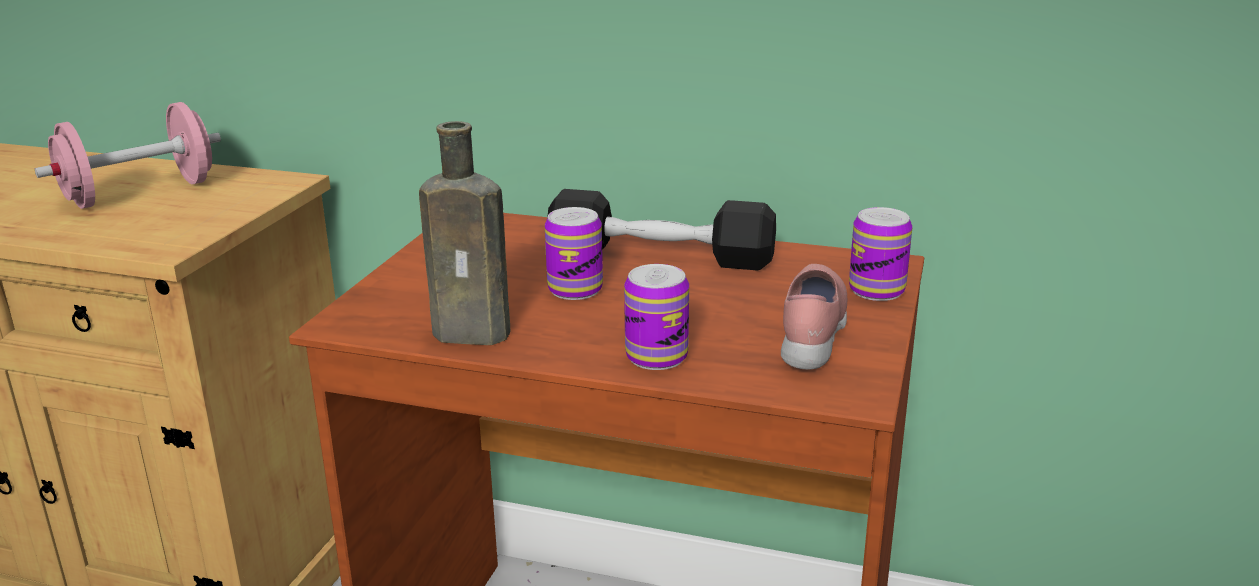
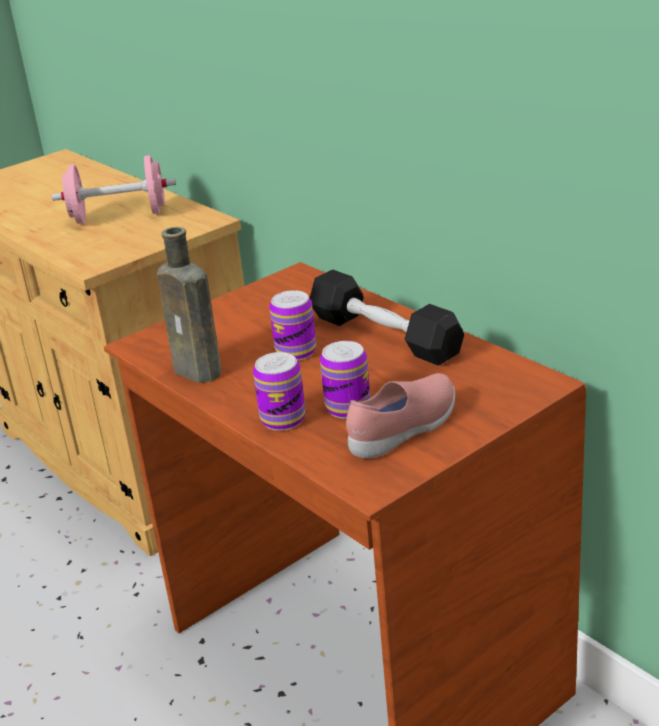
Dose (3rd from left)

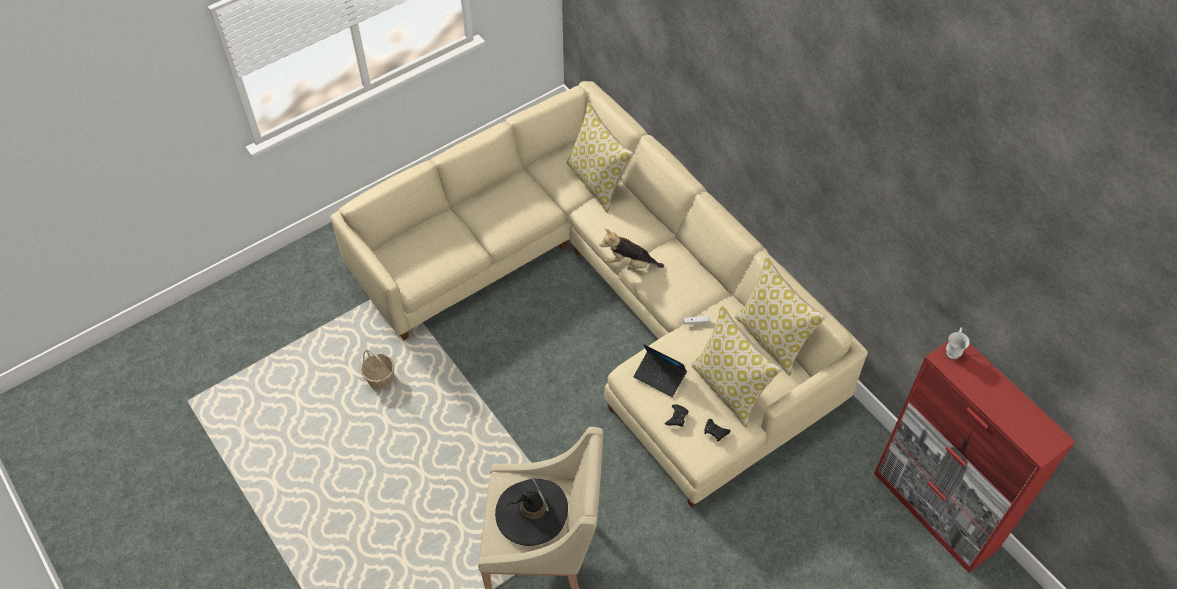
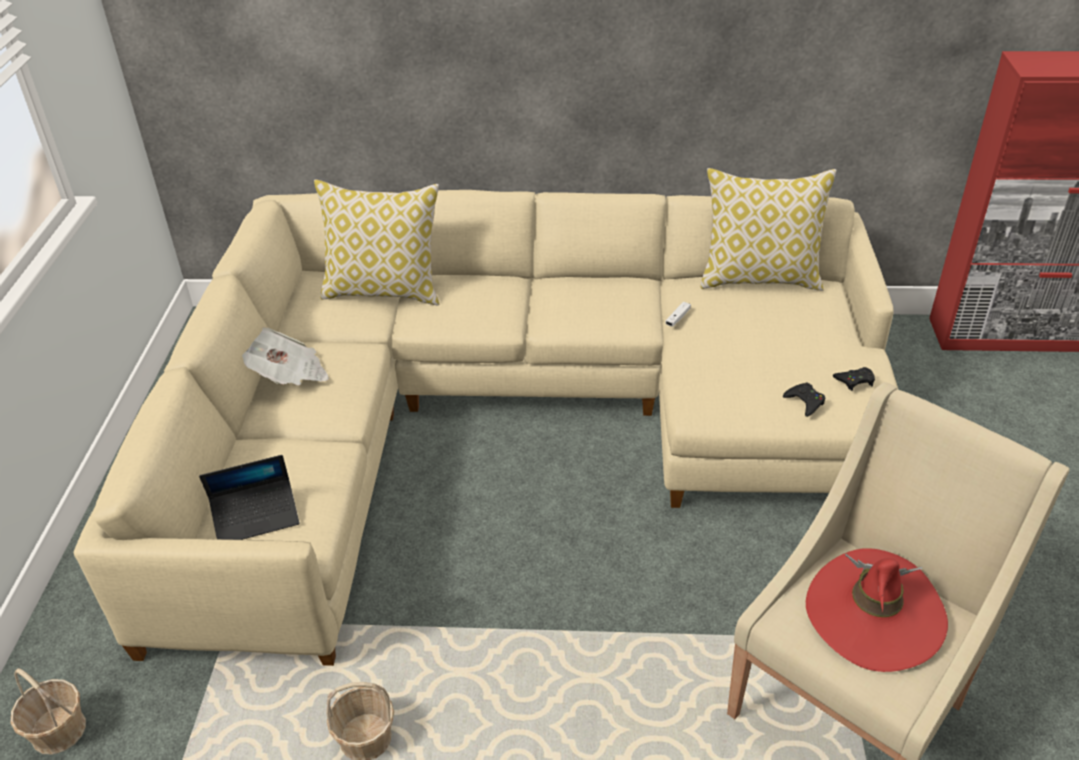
Hut/rot
Plüschtier
Laptop
Kissen (2nd from left in the first image)
Henkelbecher/weiß
Korb (1st from left)
Zeitung

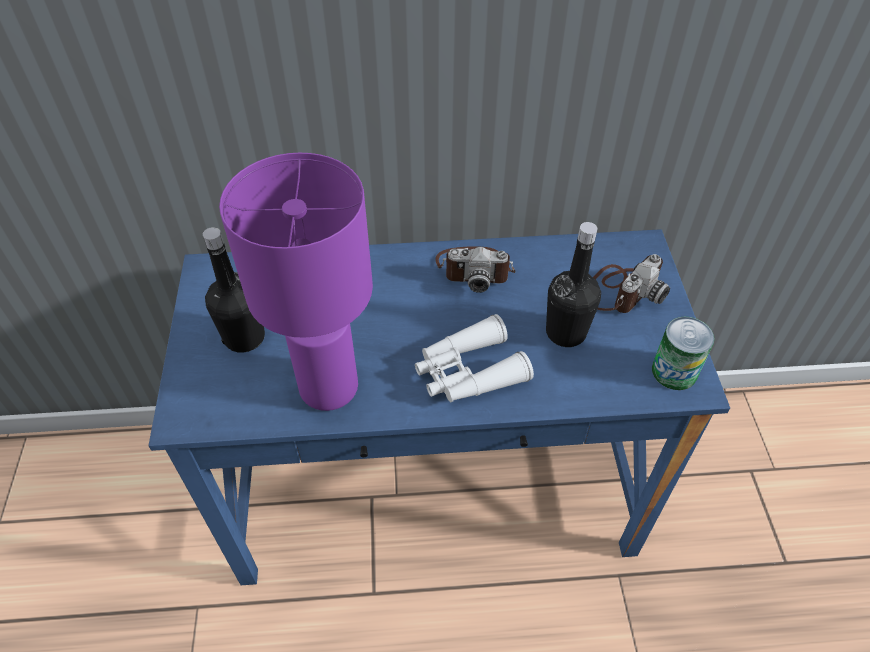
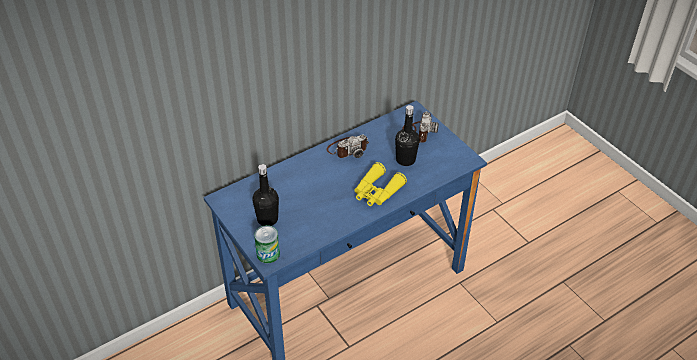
Tischlampe/lila
Fernglas/gelb
Dose

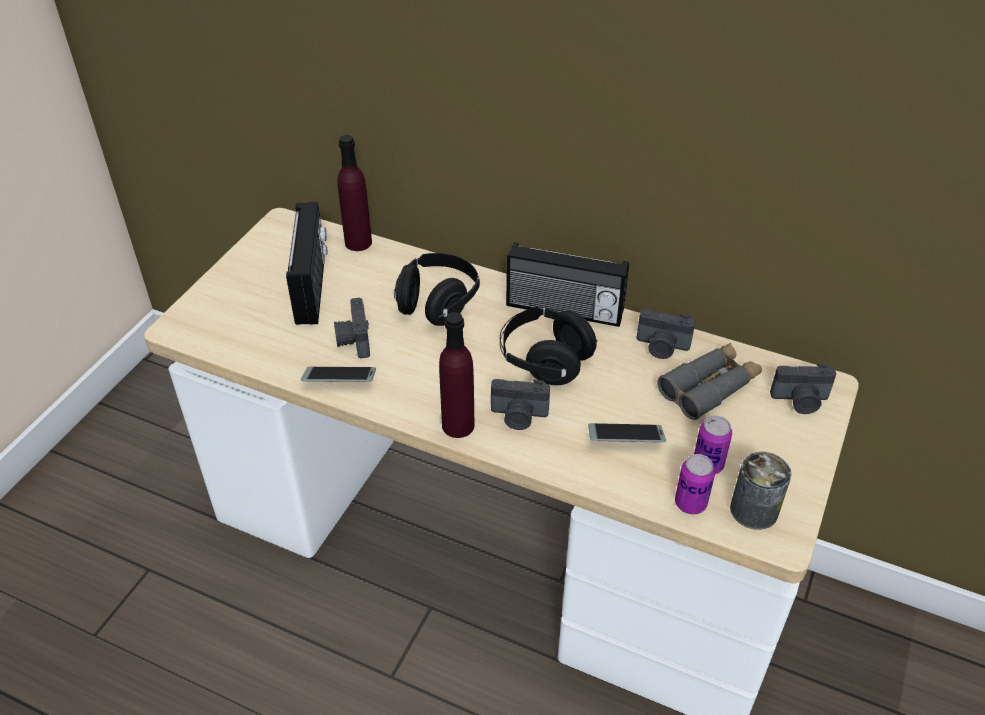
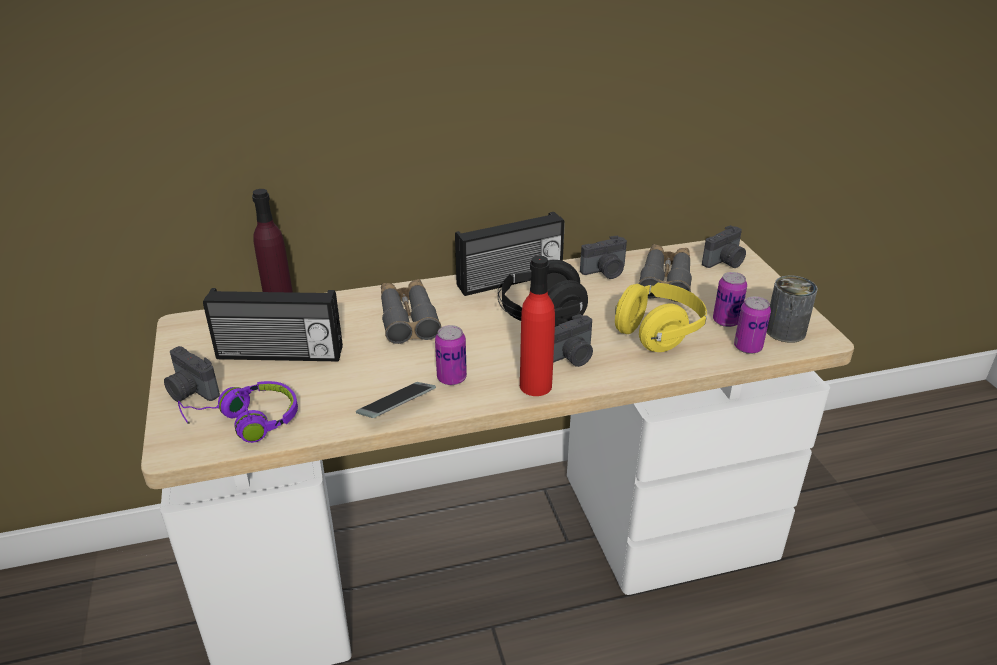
Radio (1st from left)
Kamera (1st from left)
Fernglas/grau (1st from left)
Flasche/rot
Kopfhörer/gelb
Kopfhörer/lila
Dose (1st from left)

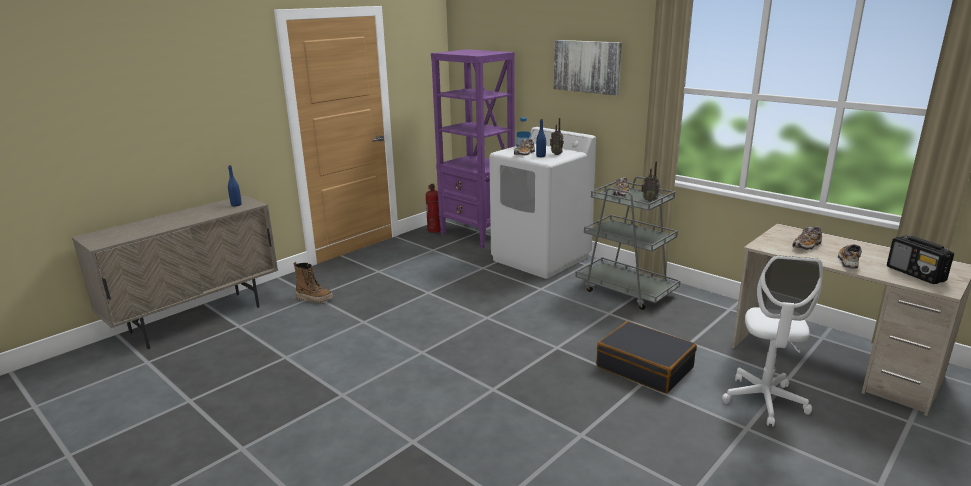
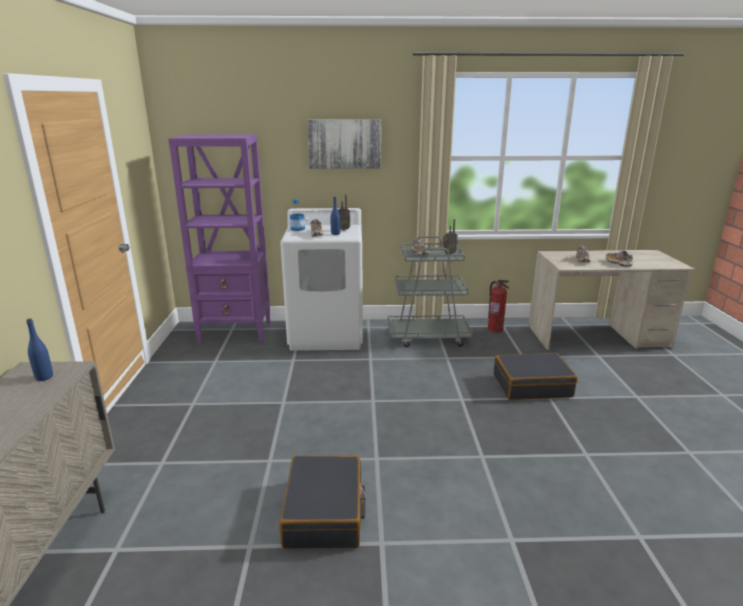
Stiefel
Feuerlöscher
Bürostuhl/weiß
Radio (3rd from left in the first image)
Koffer/schwarz (1st from left)

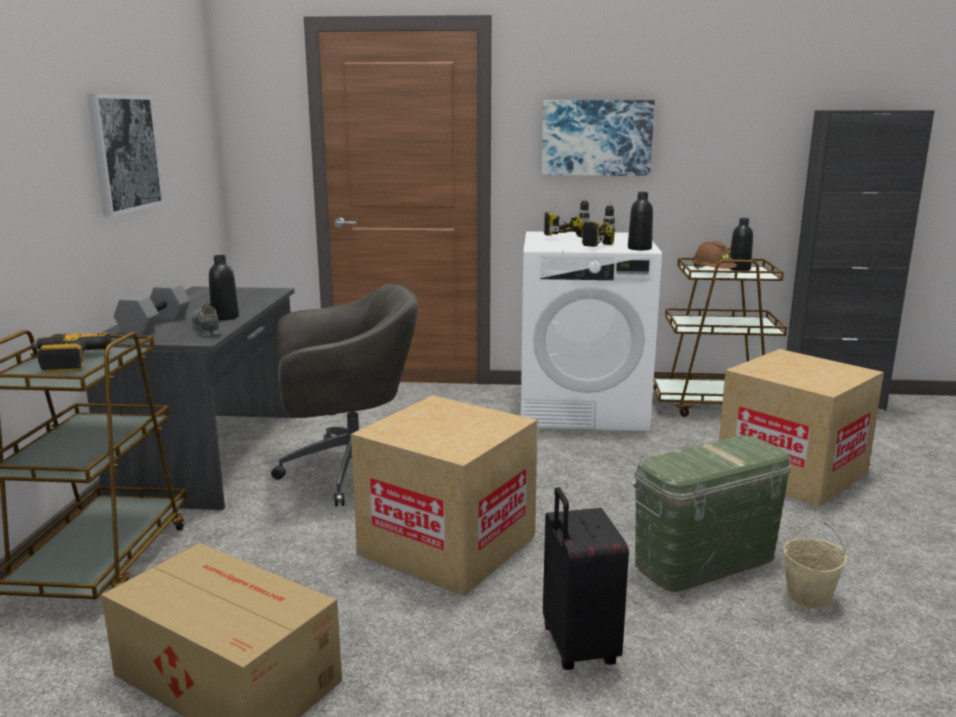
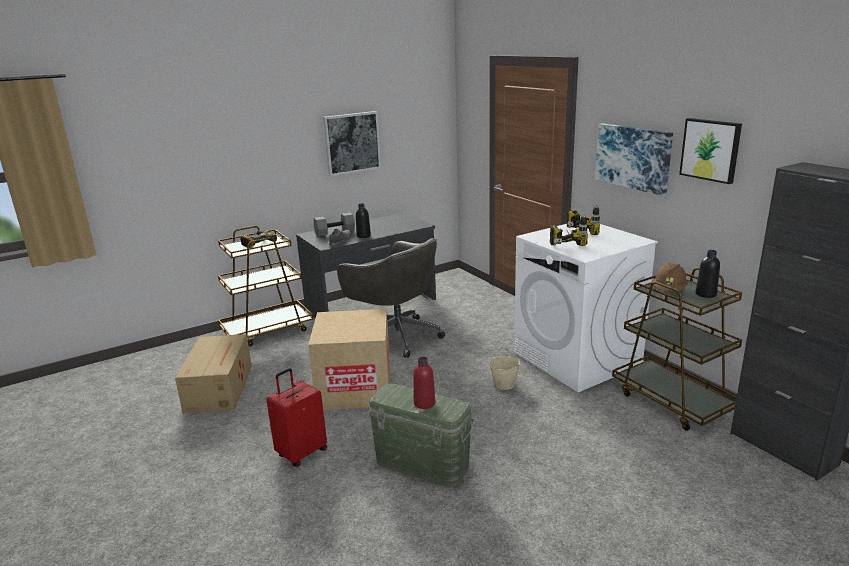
Koffer/rot
Flasche/schwarz (2nd from left in the first image)
Karton (3rd from left in the first image)
Eimer/beige
Flasche/rot
Bild (3rd from left)

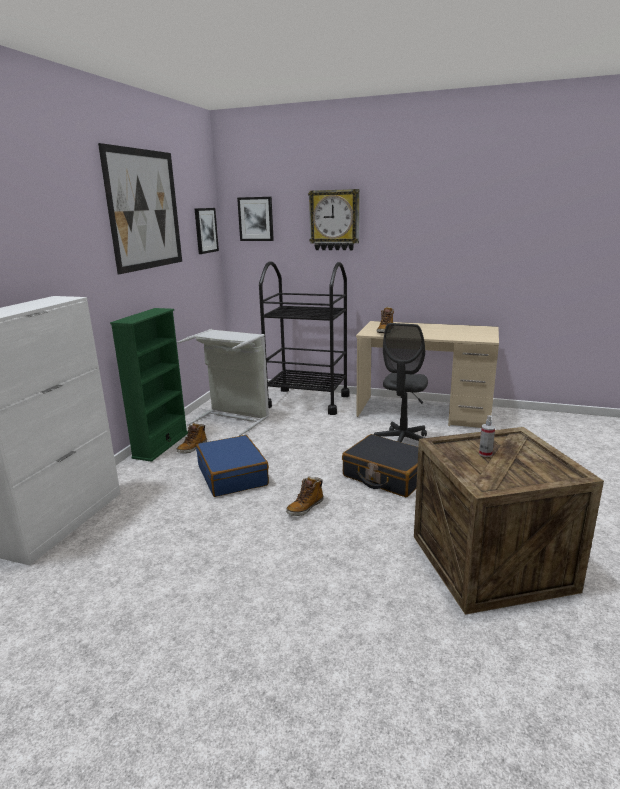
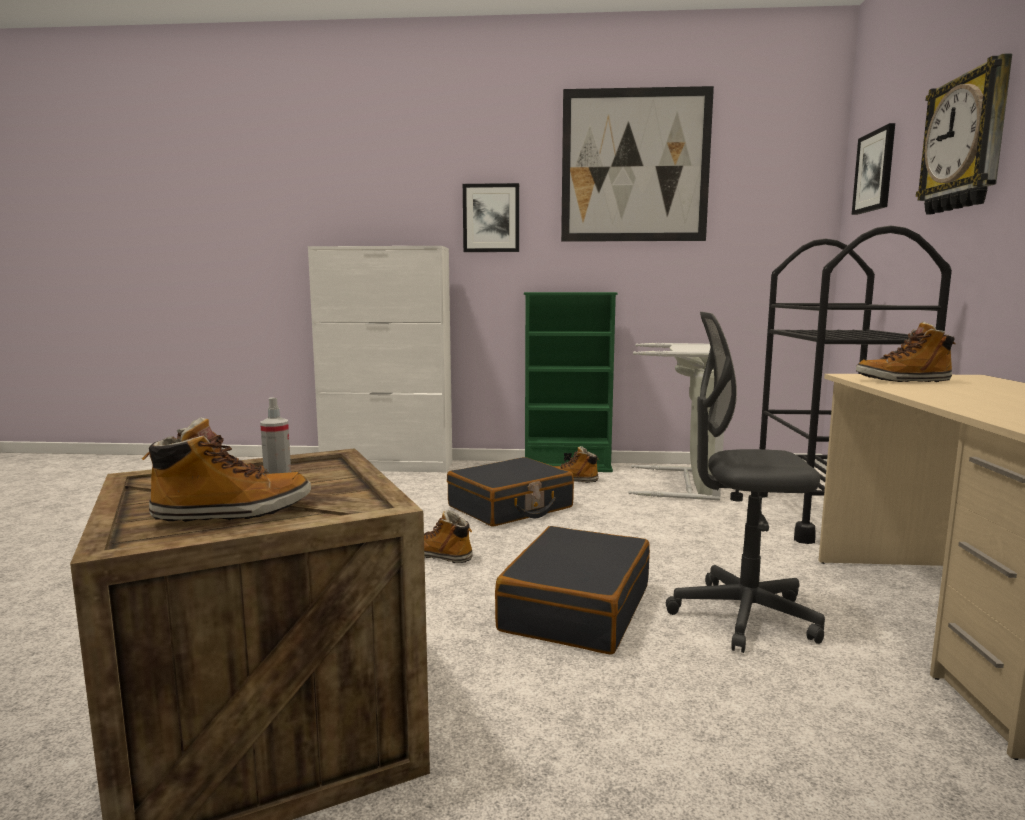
Bild (1st from left)
Koffer/schwarz (1st from left)
Stiefel (1st from left)

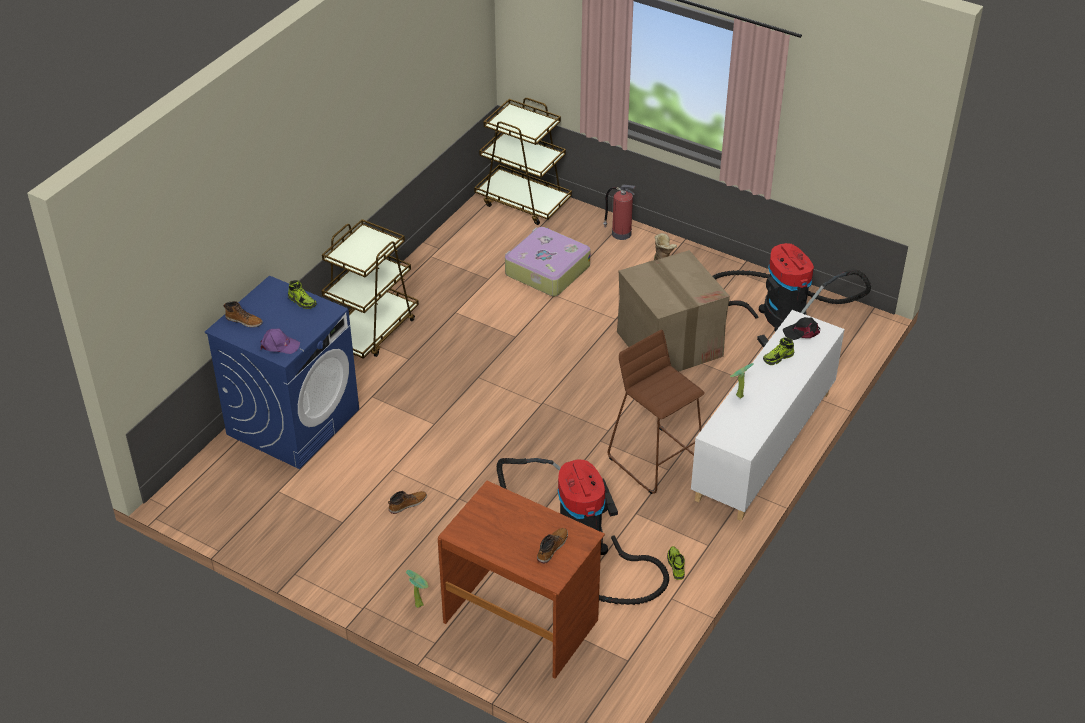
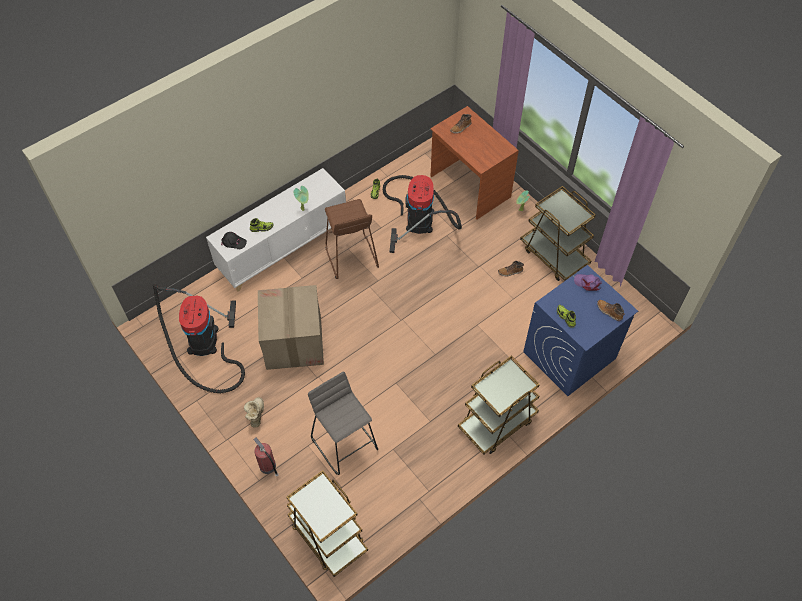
Hocker/grau
Rollwagen/braun (3rd from left)

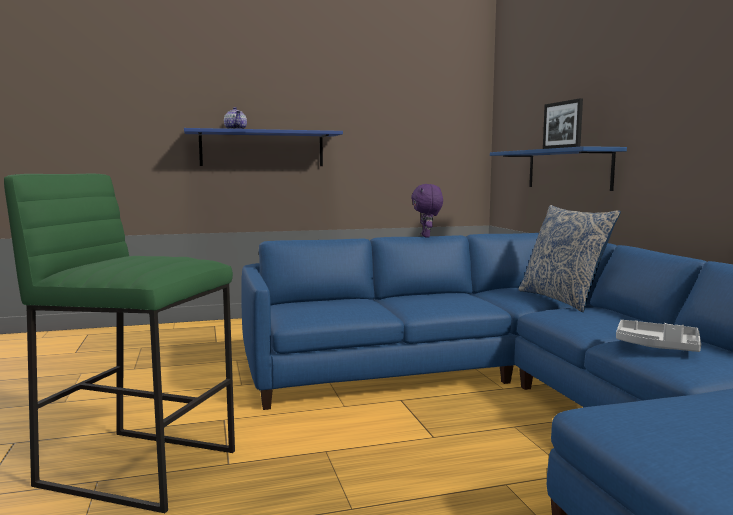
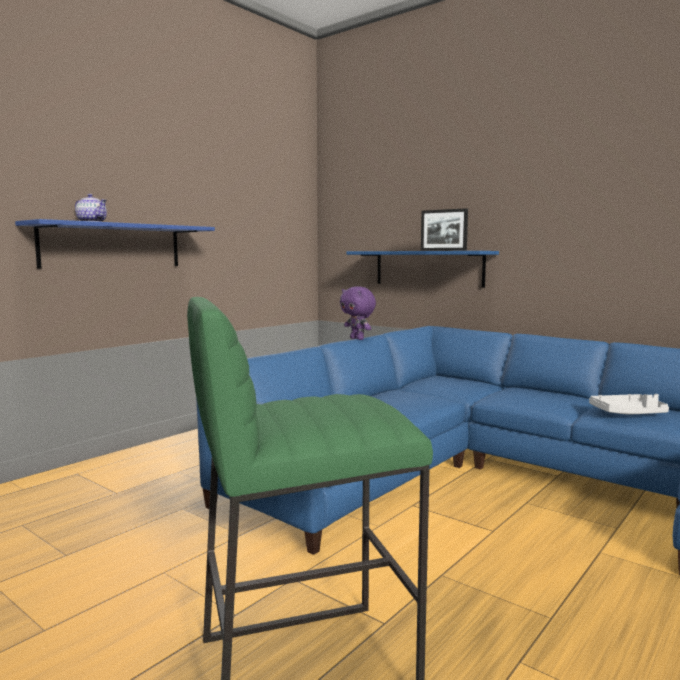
Kissen

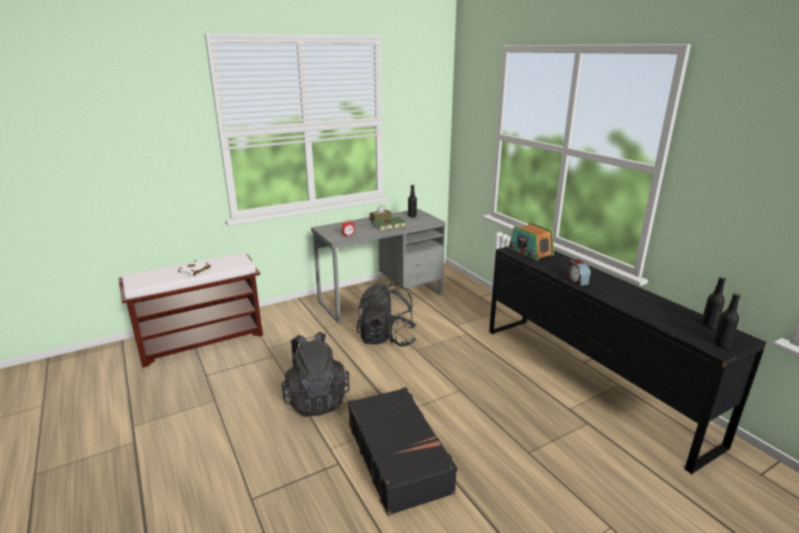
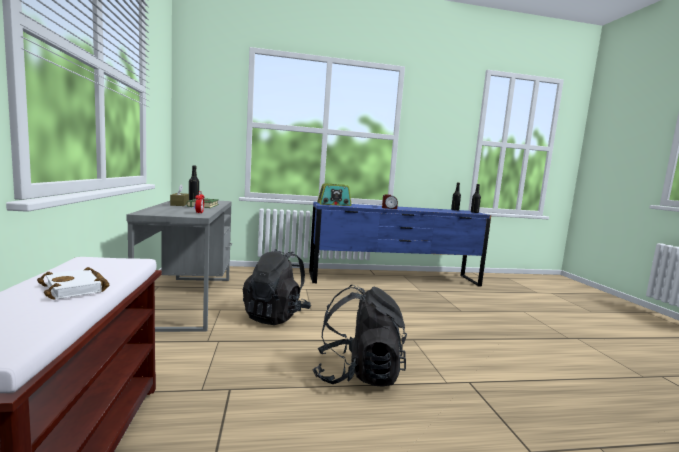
Koffer/schwarz
Kommode/blau

